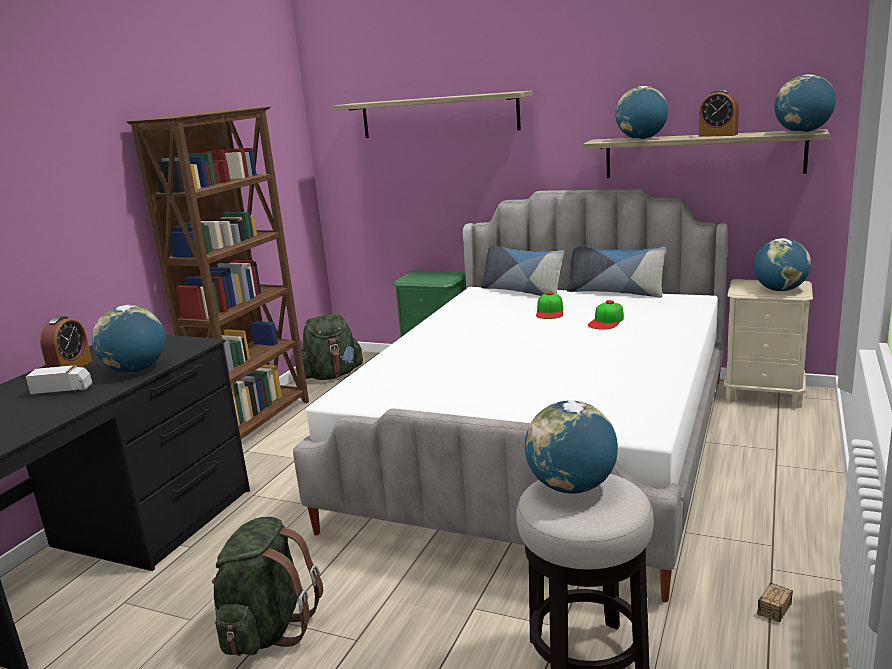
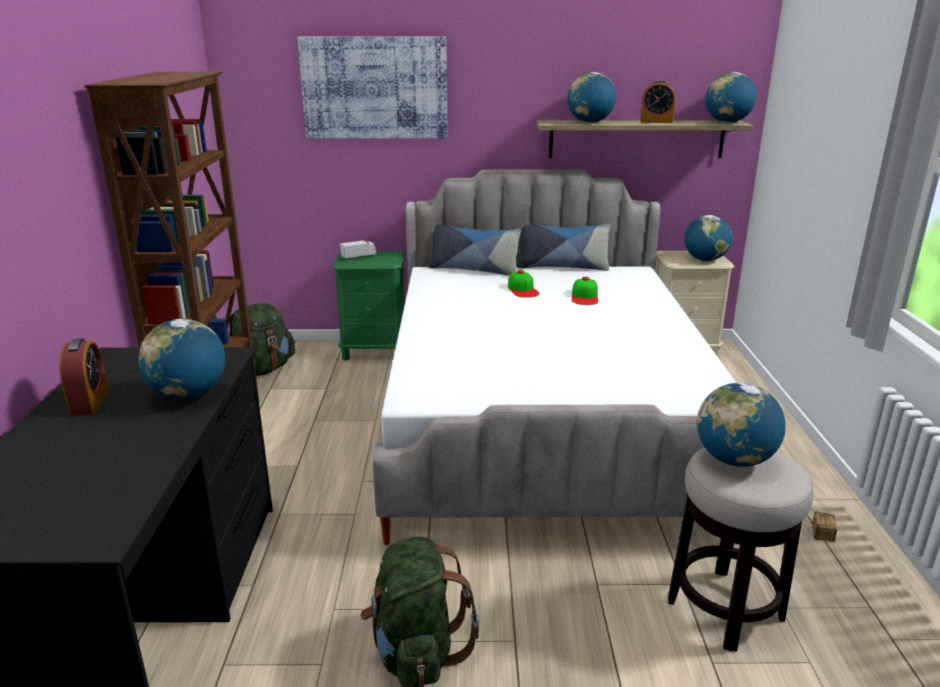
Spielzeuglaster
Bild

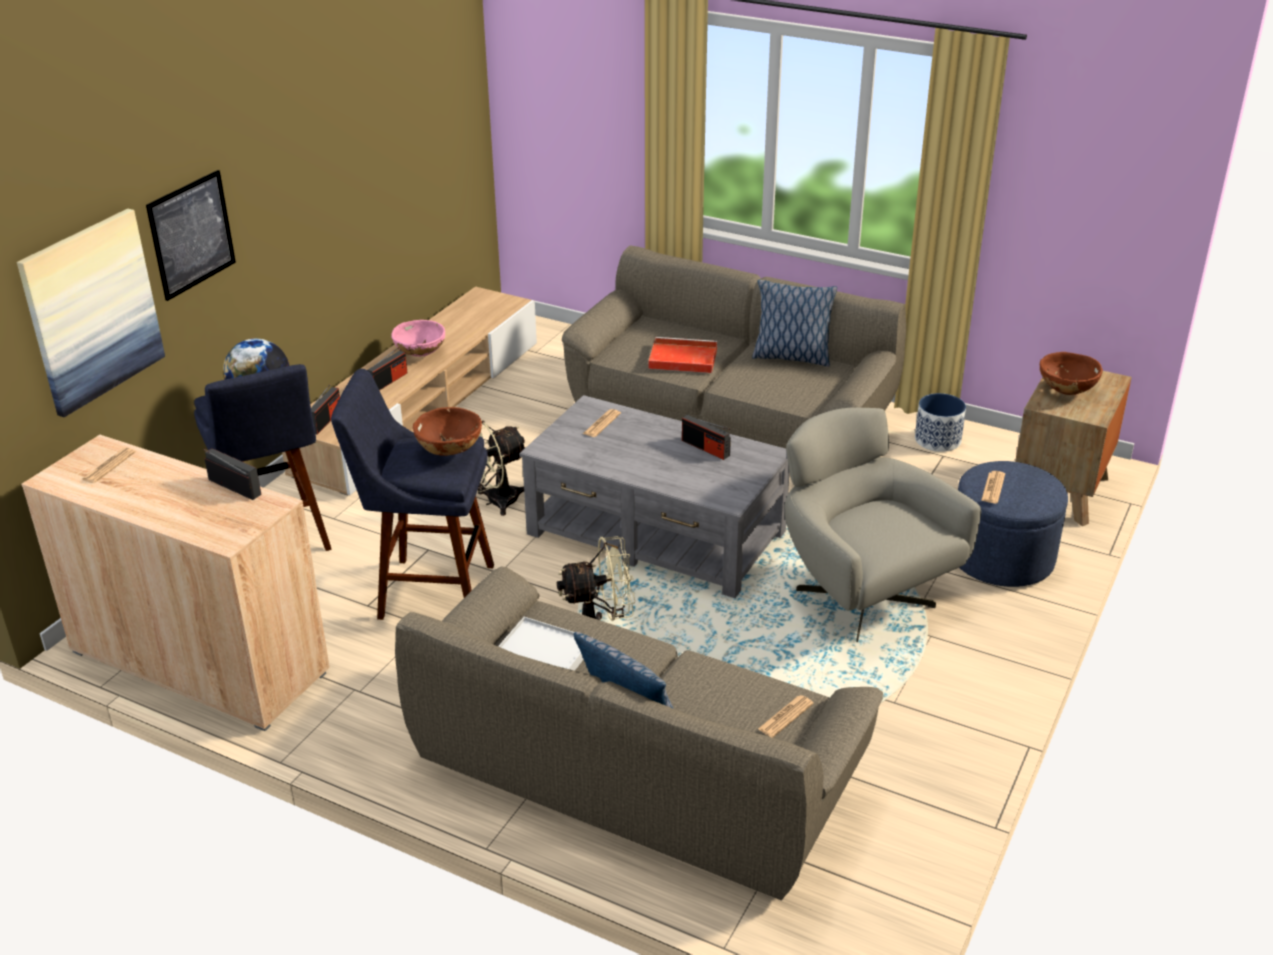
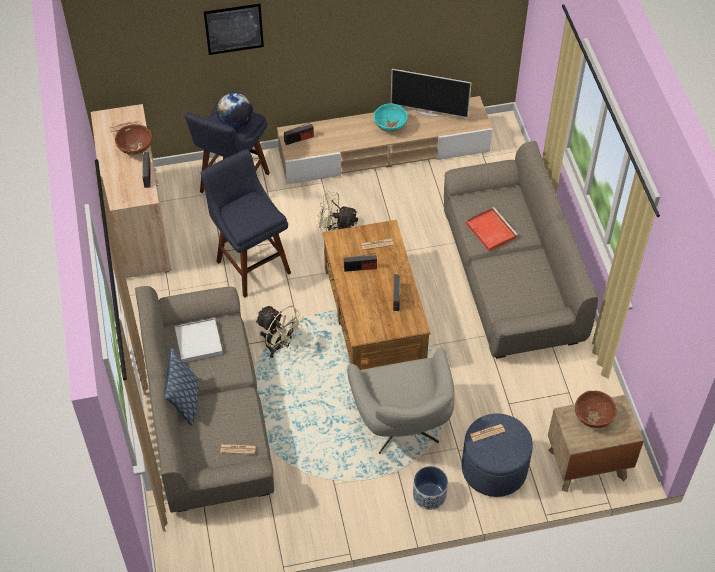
Bild (1st from left in the first image)
Radio (3rd from left)
Schüssel/türkis
Schüssel/braun (1st from left)
Couchtisch/braun
Kissen (2nd from left in the first image)
Sessel/grau
Pflanzkübel
Fernseher

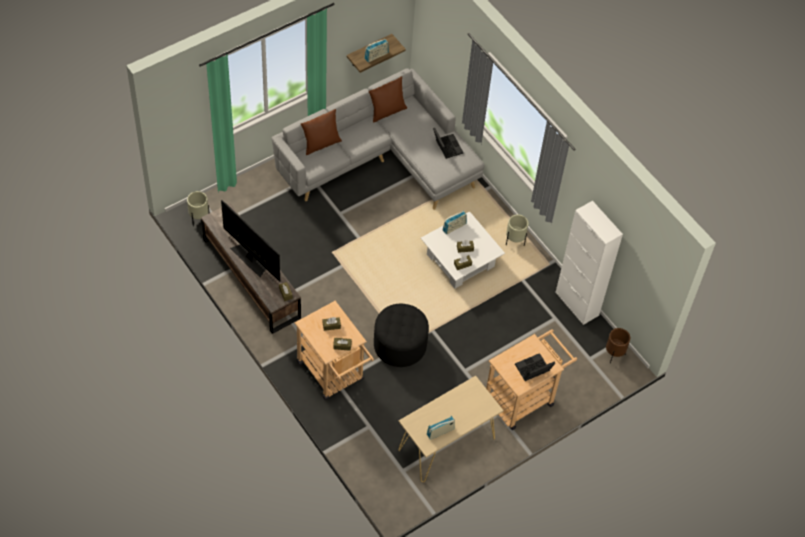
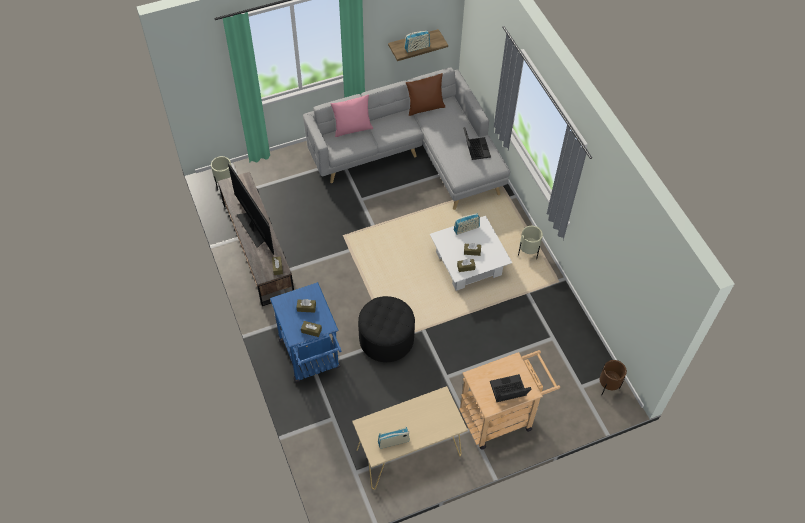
Rollwagen/blau
Kissen/rosa
Schrank/weiß

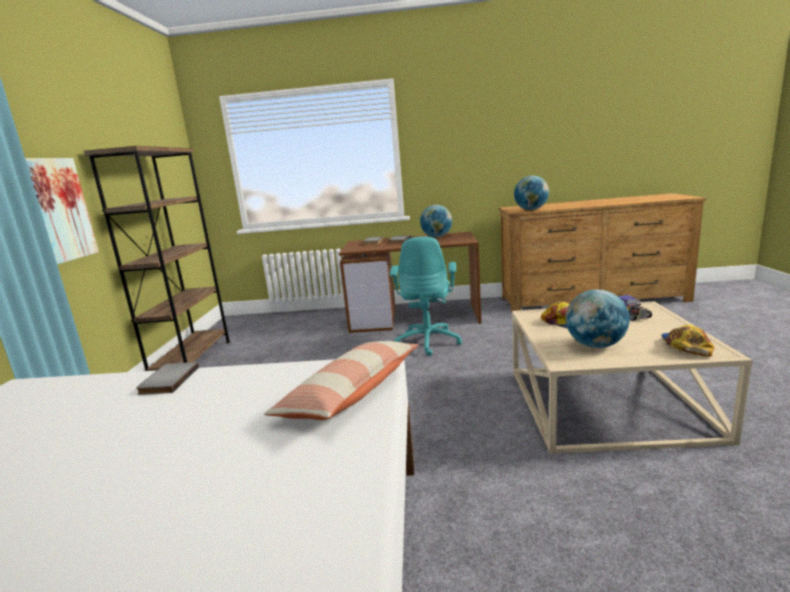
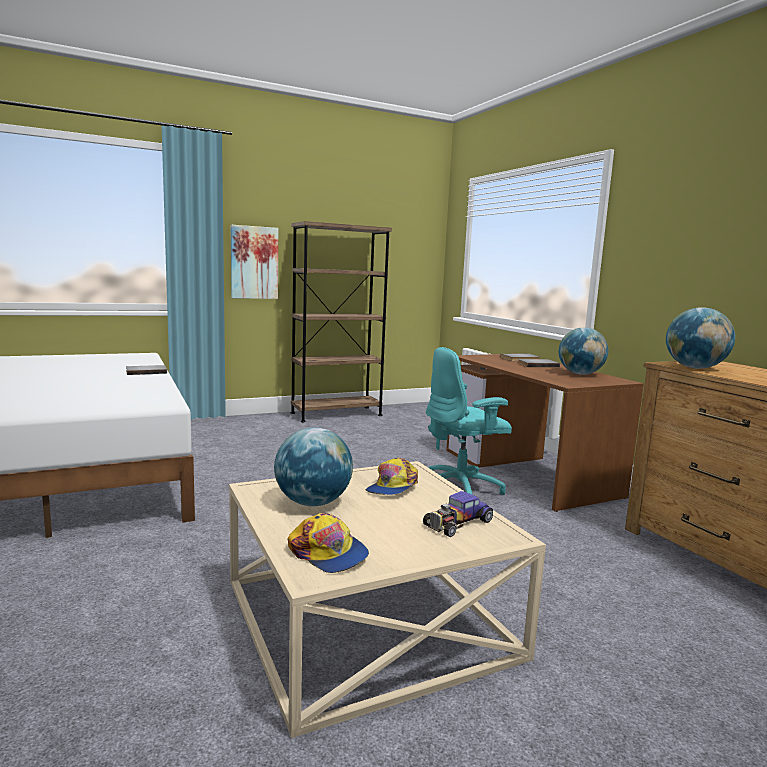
Kissen
Kappe (1st from left)

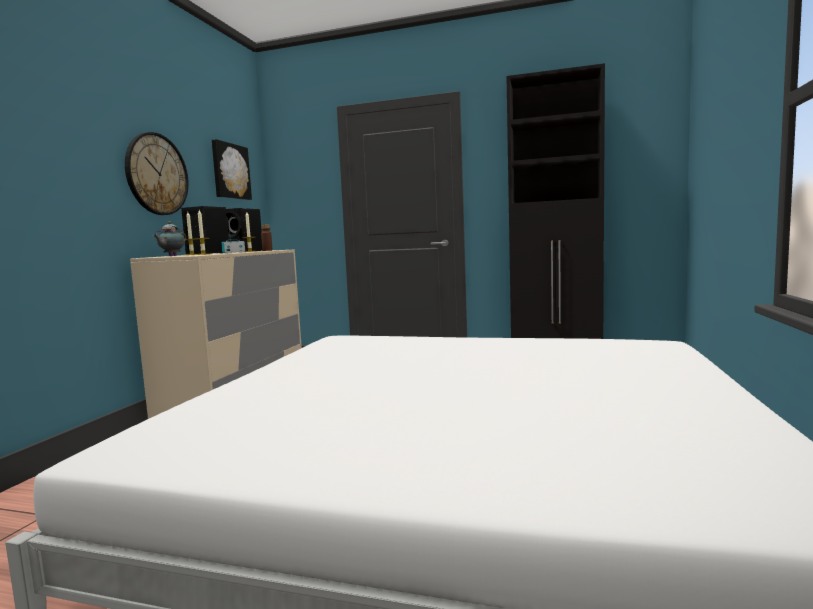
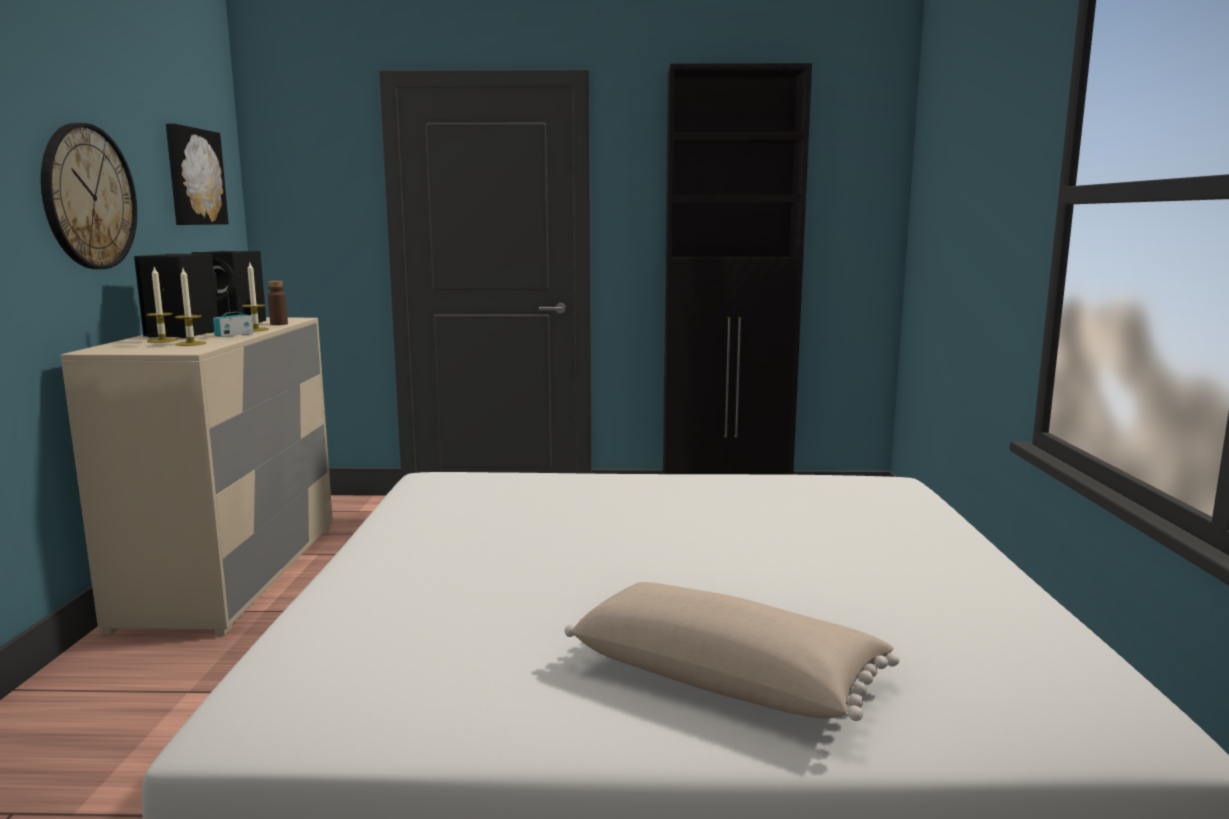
Teekanne
Kissen/beige

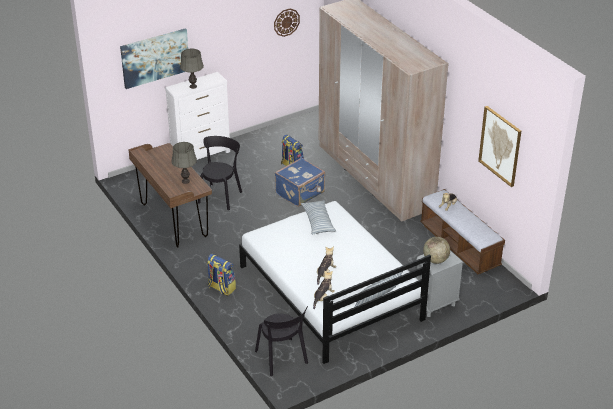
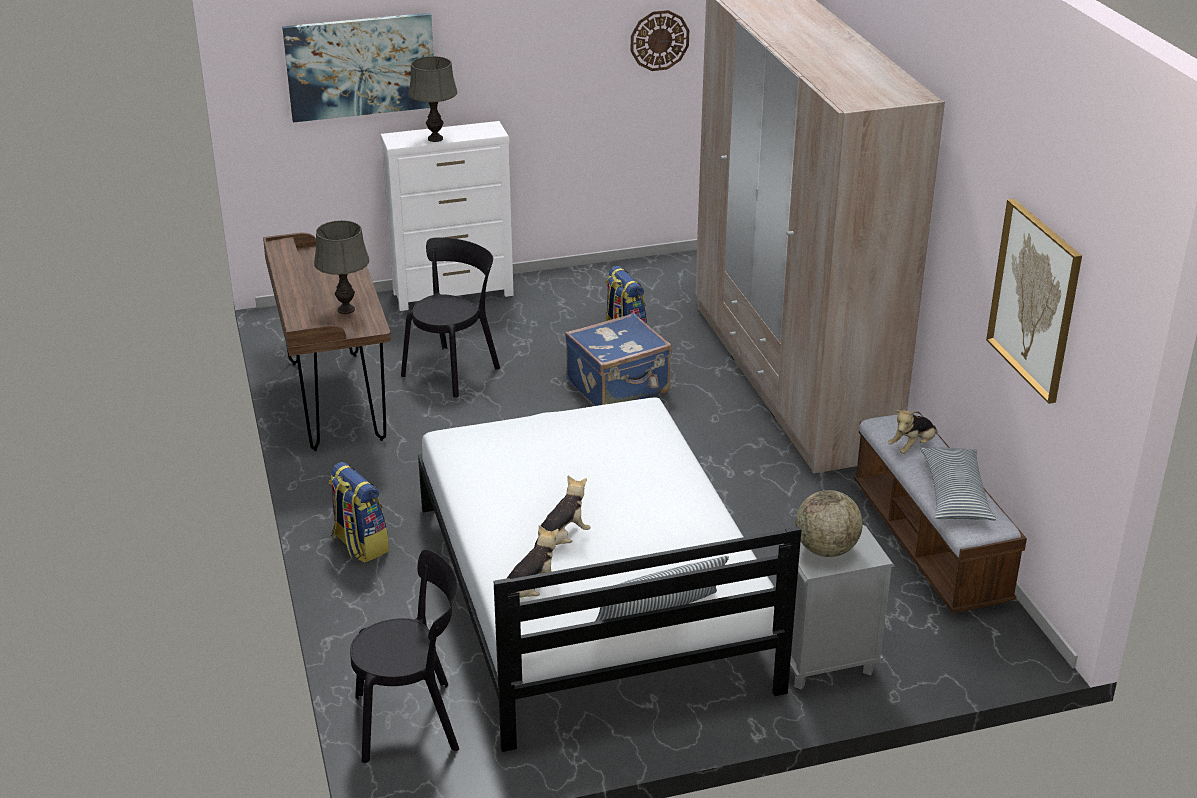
Stuhl/schwarz (1st from left)
Kissen (2nd from left)

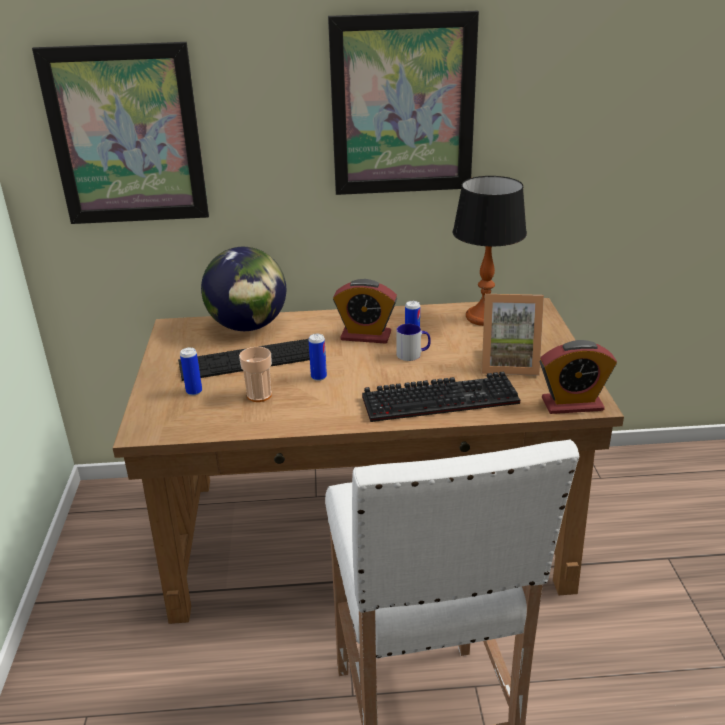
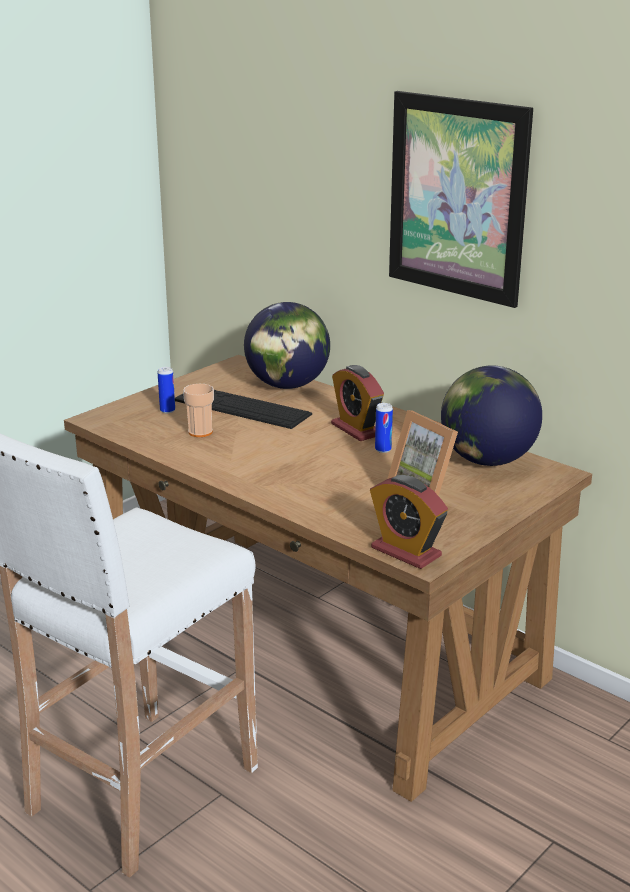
Bild (1st from left in the first image)
Dose (2nd from left in the first image)
Tastatur (2nd from left in the first image)
Henkelbecher
Globus (2nd from left)

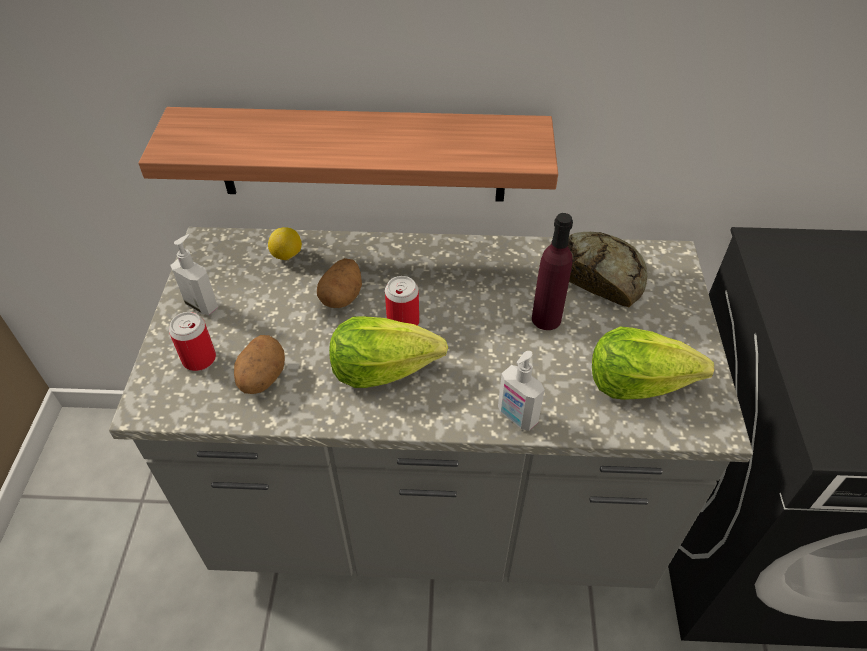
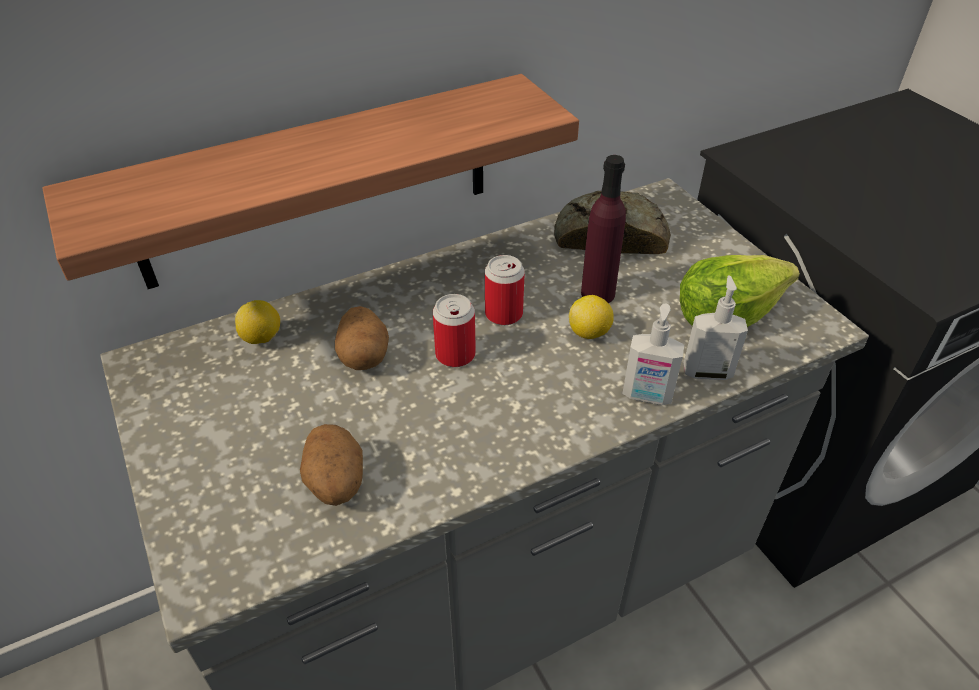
Dose (2nd from left)
Seifenspender (2nd from left)
Salatkopf (1st from left in the first image)
Zitrone (2nd from left)

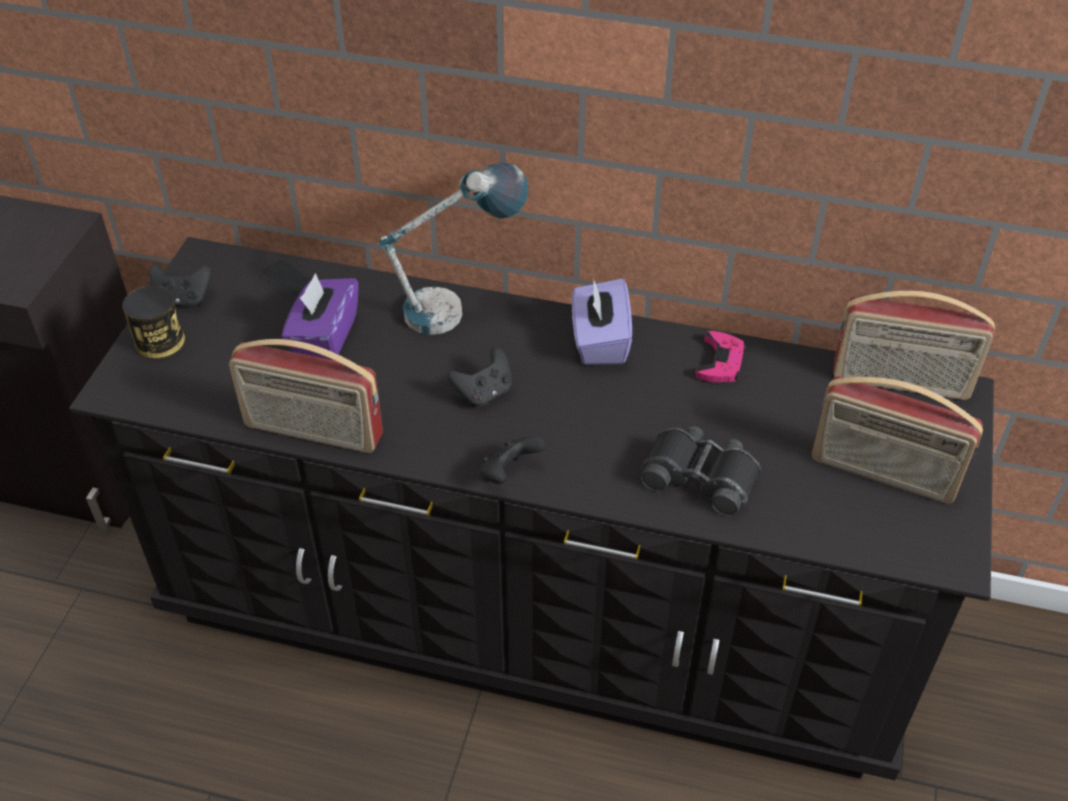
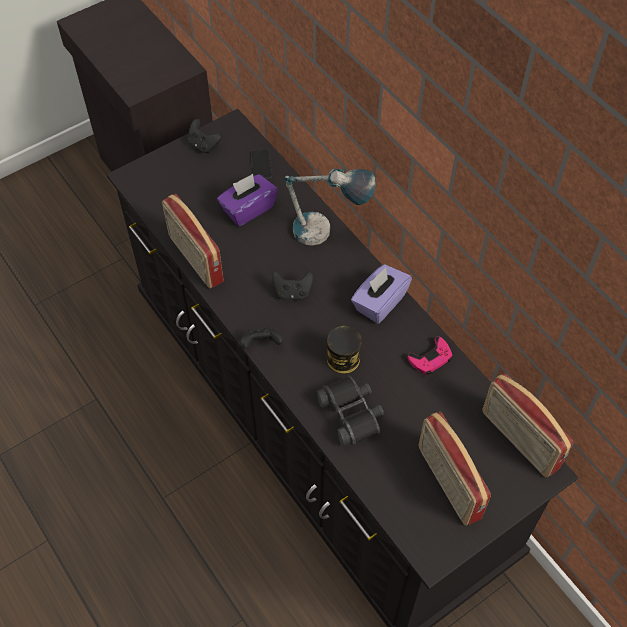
Dose

